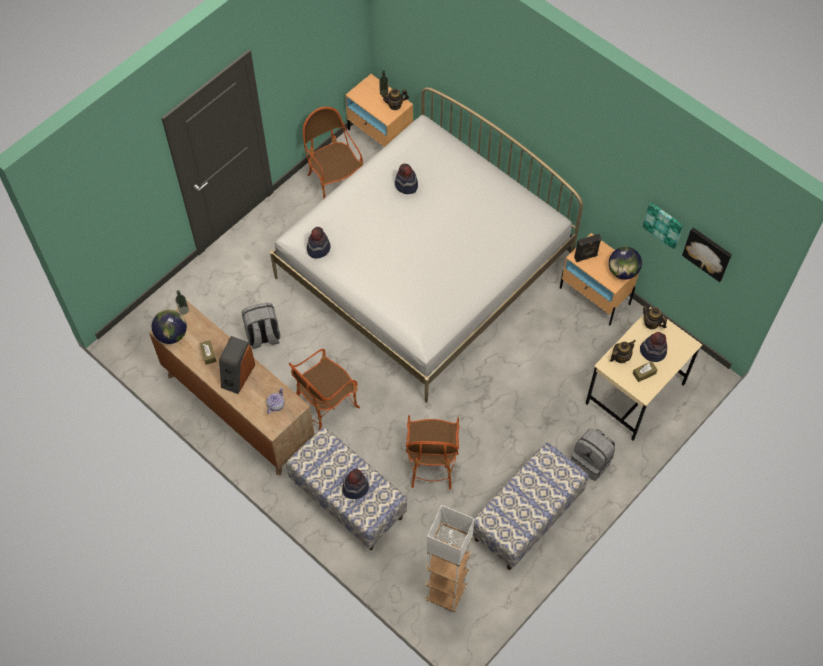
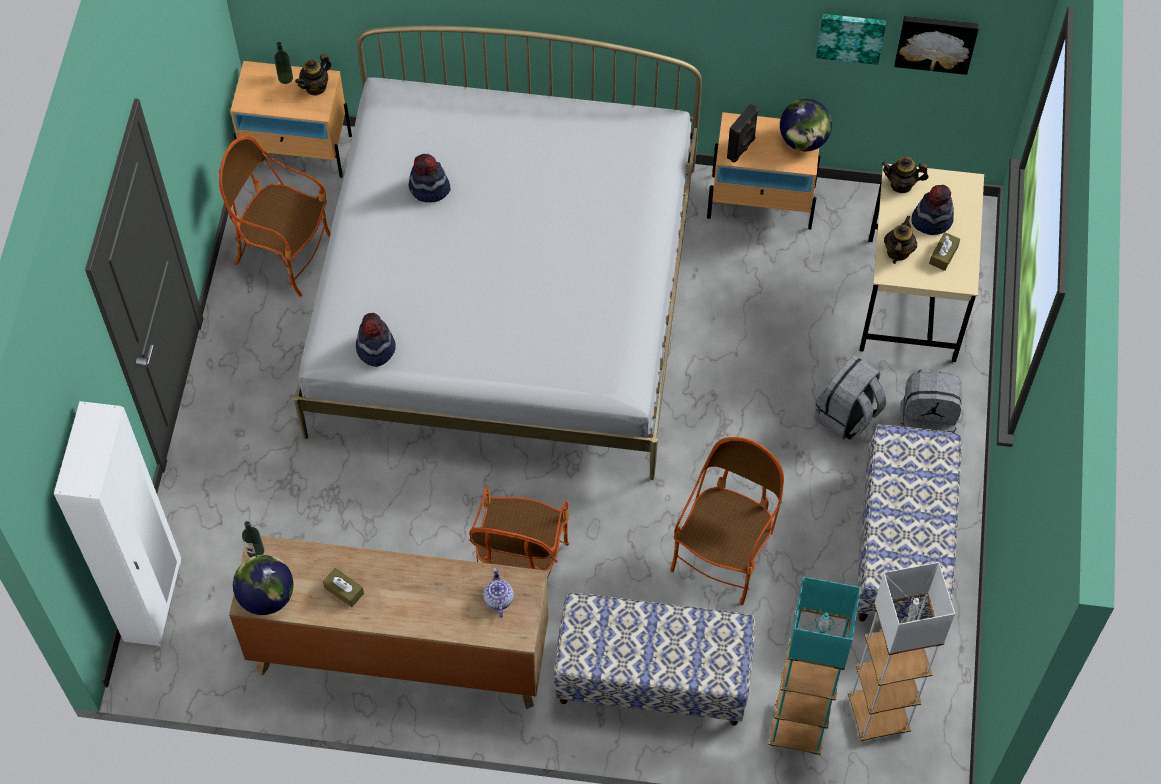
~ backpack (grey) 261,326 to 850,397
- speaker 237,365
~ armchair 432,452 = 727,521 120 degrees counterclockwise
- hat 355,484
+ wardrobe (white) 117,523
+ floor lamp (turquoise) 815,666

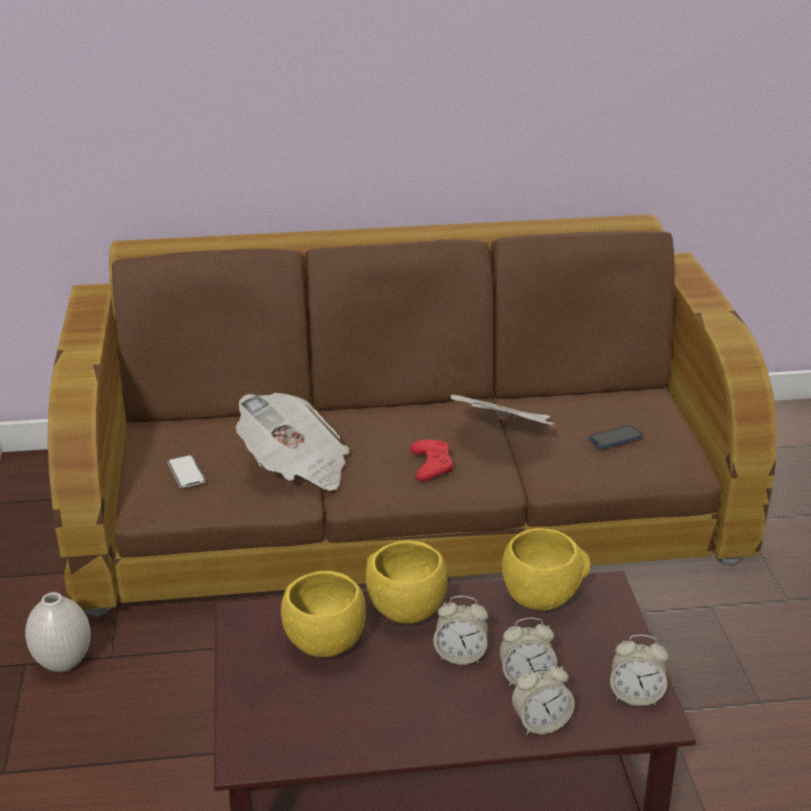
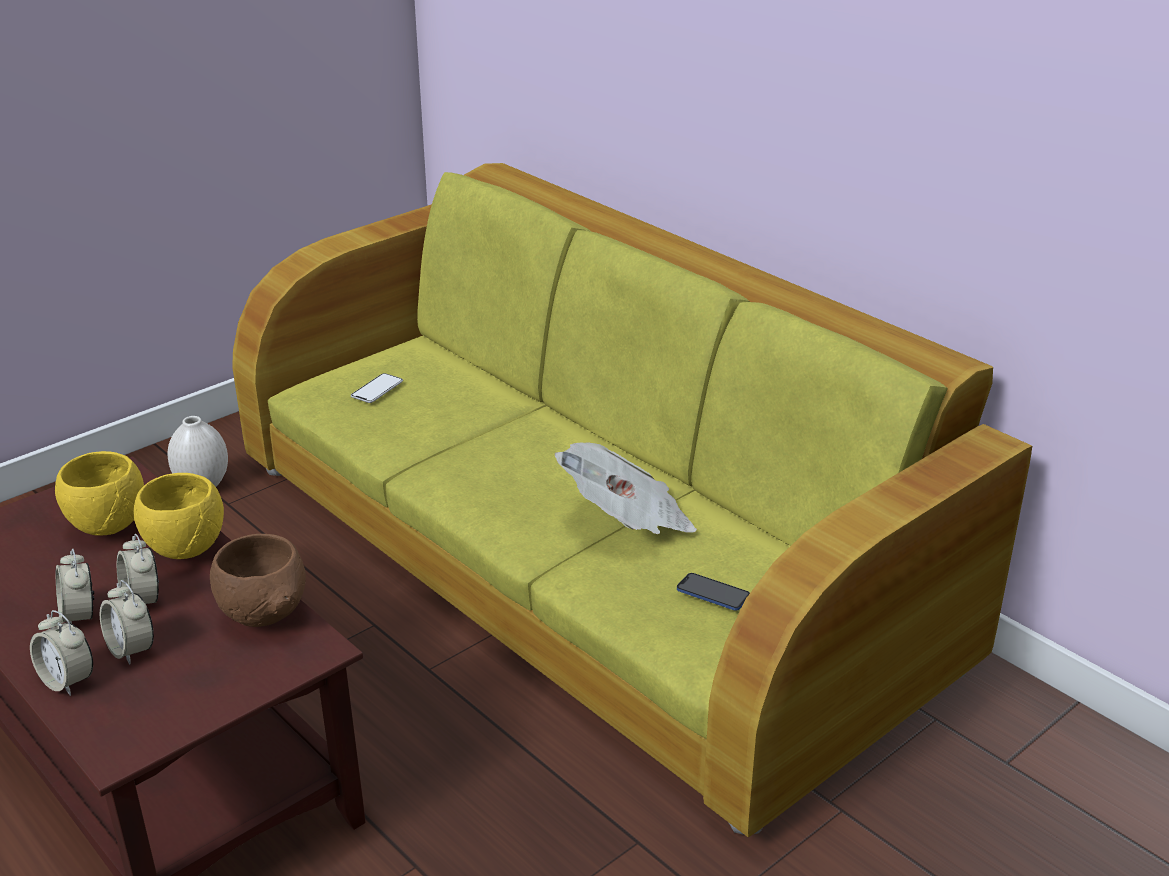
~ sofa (brown) 412,415 to sofa (green) 632,500
- newspaper 292,442
- game controller (red) 431,461
~ bowl (yellow) 546,569 to bowl (brown) 258,580
~ alarm clock 639,670 to 75,586

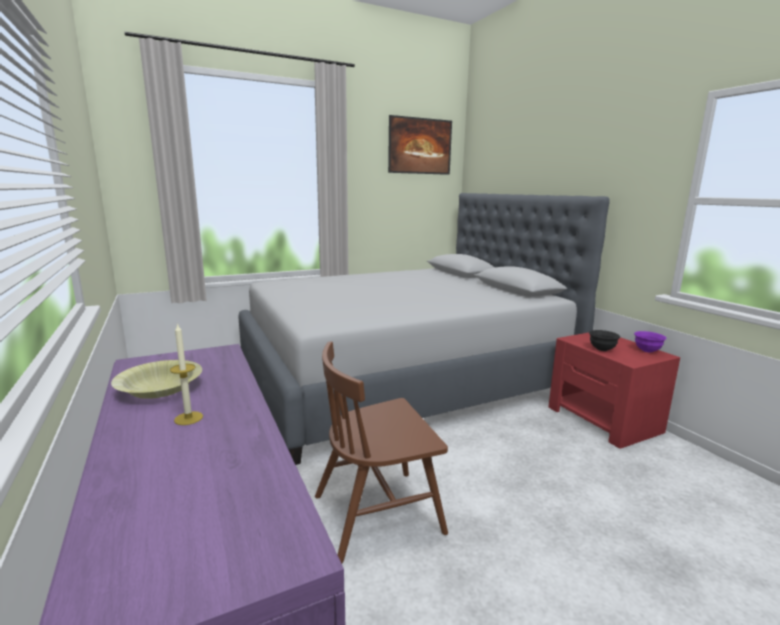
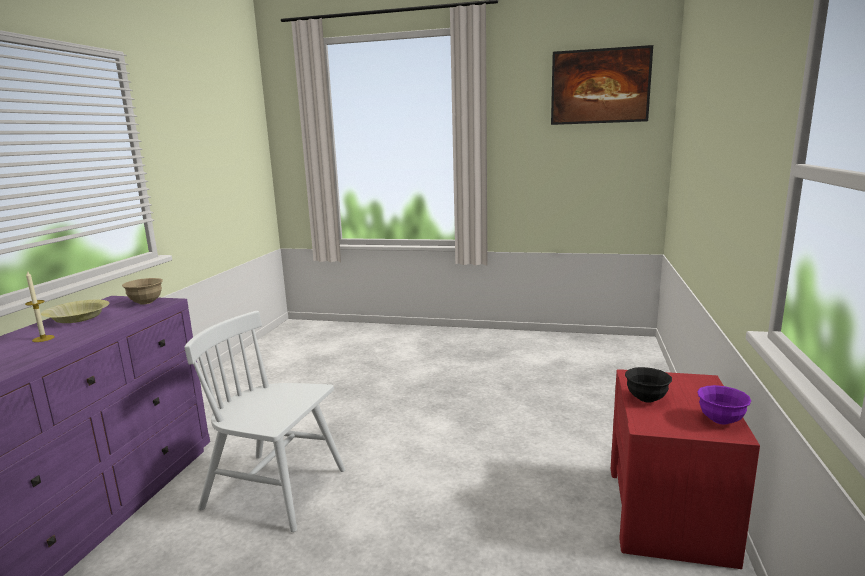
- bed (grey) 424,329
~ chair (brown) 381,452 to chair (white) 264,421
+ bowl (beige) 142,291

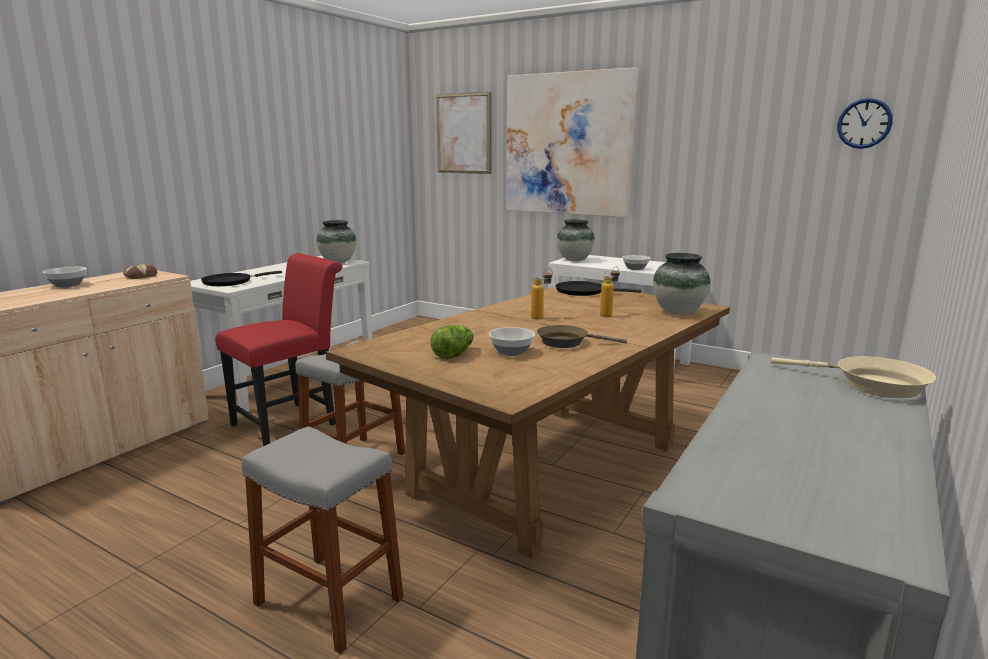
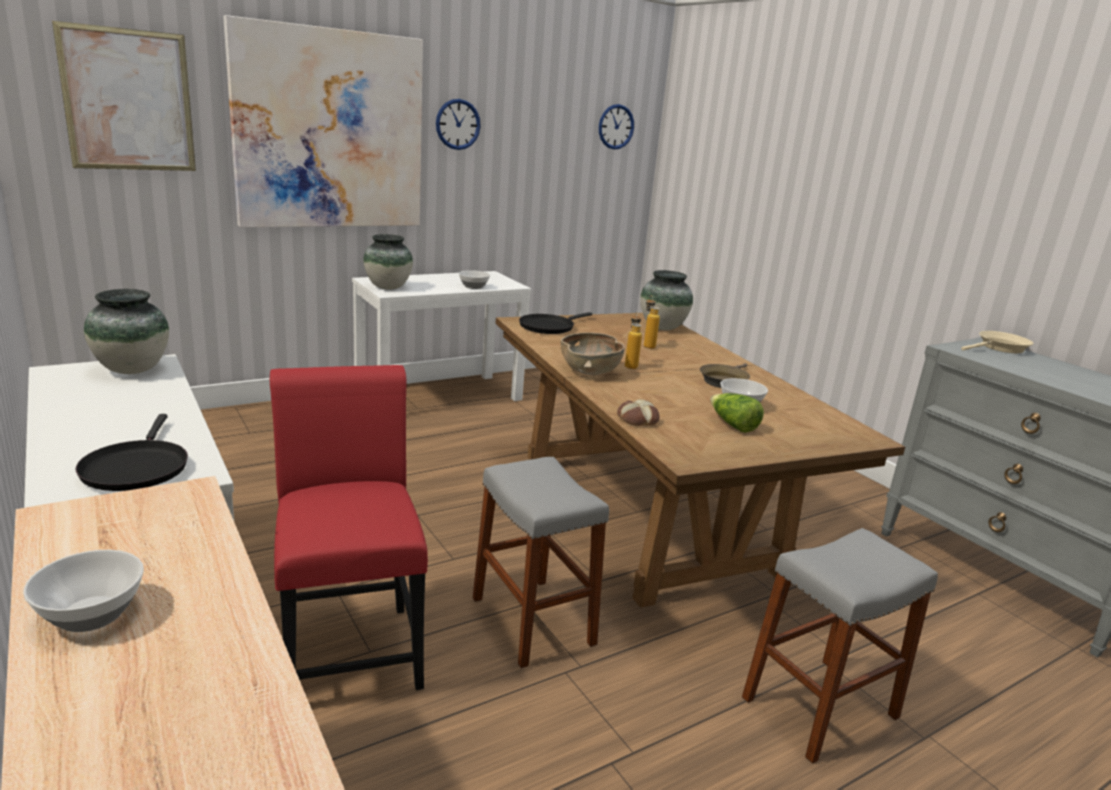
~ bread 140,271 to 638,412
+ wall clock 458,124
+ bowl (brown) 593,353

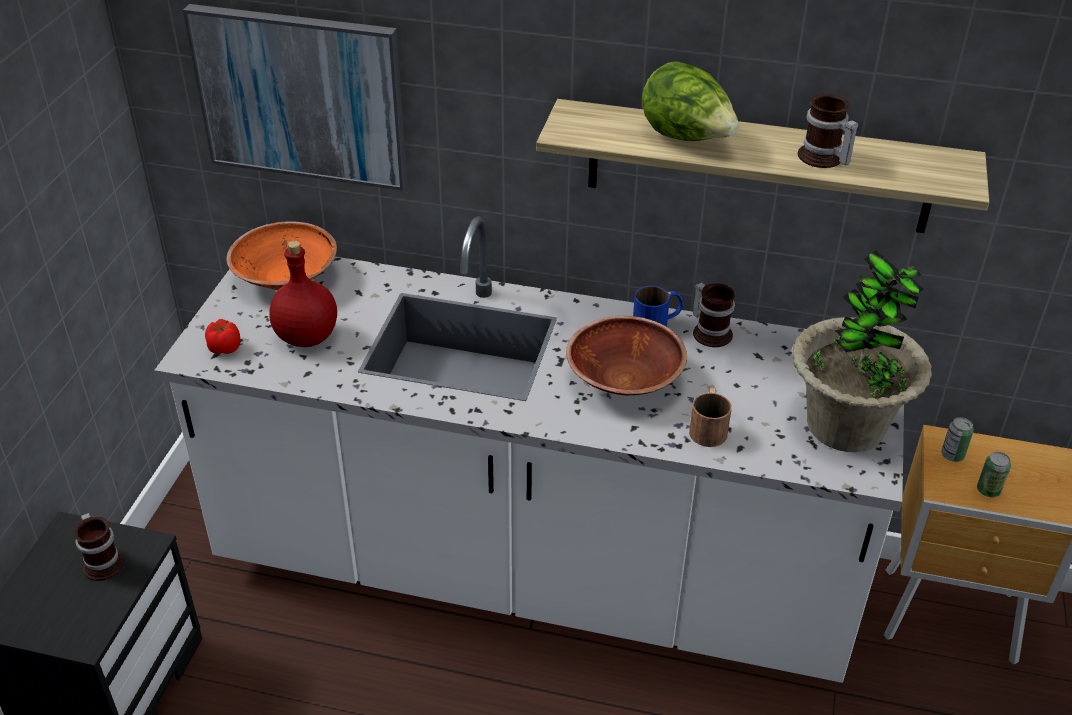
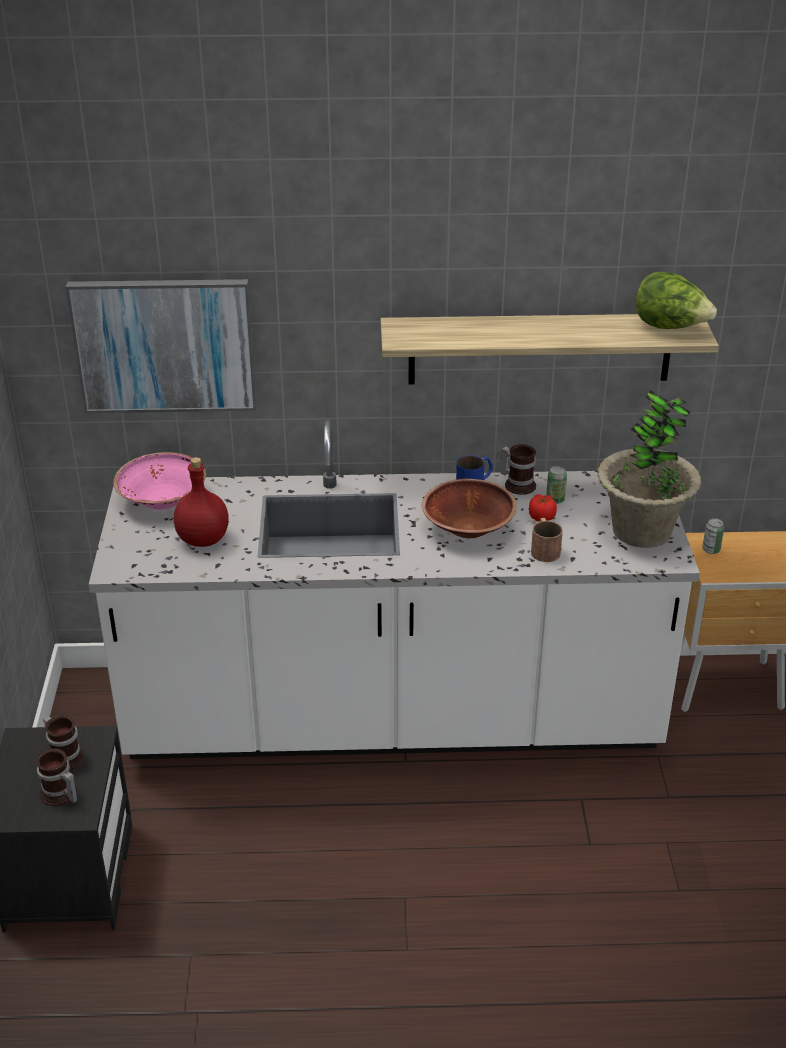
~ lettuce 690,101 to 676,300
~ mug 828,130 to 56,777
~ bowl (orange) 281,255 to bowl (pink) 159,481
~ tomato 222,336 to 543,508
~ can 994,474 to 556,485

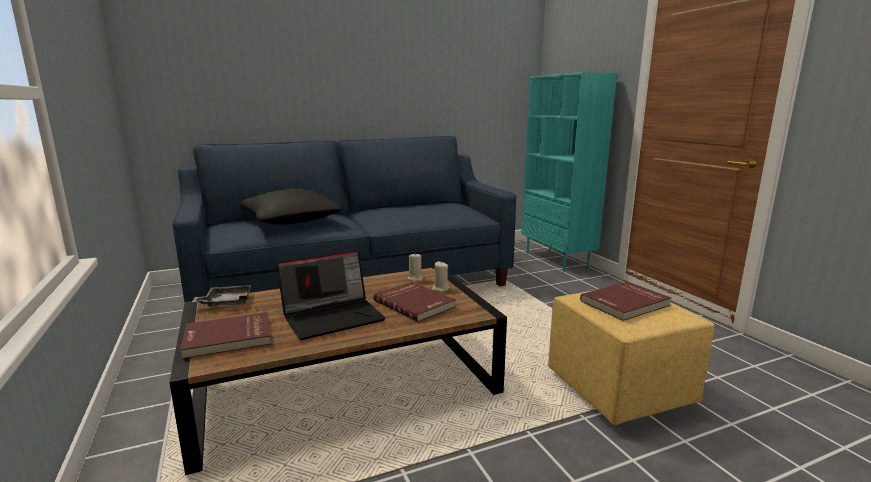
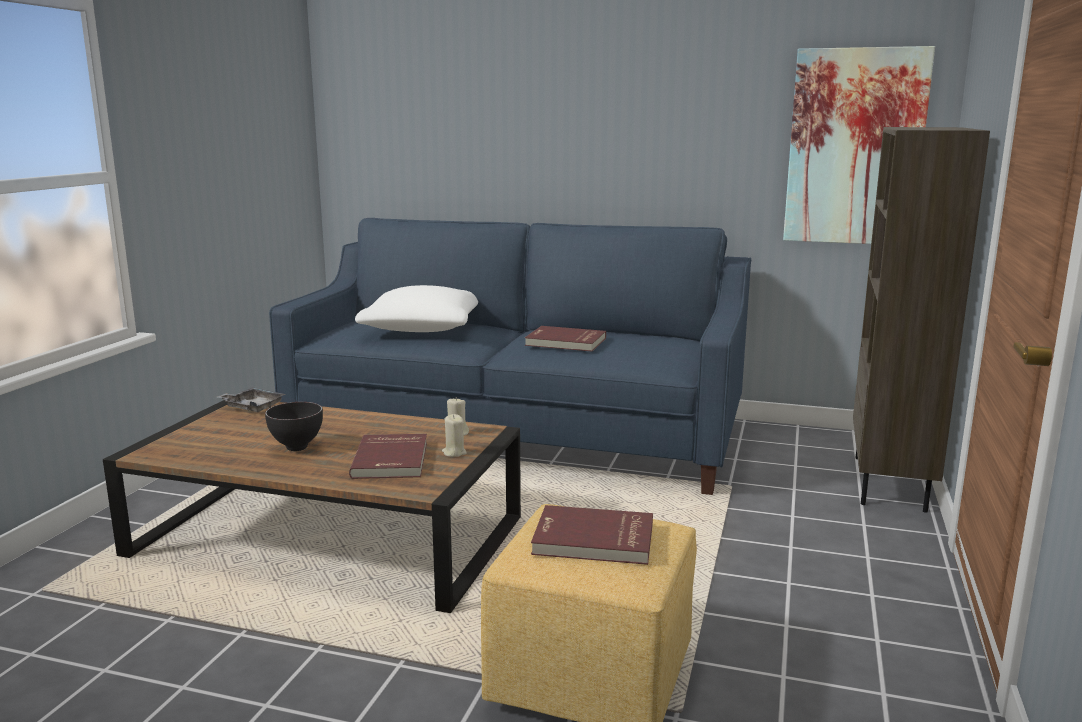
~ bookcase (turquoise) 569,172 to bookcase (brown) 921,320
~ pillow (black) 291,207 to pillow (white) 416,308
~ laptop 331,295 to bowl (black) 294,426
~ book (red) 225,335 to 565,339
+ picture 859,145

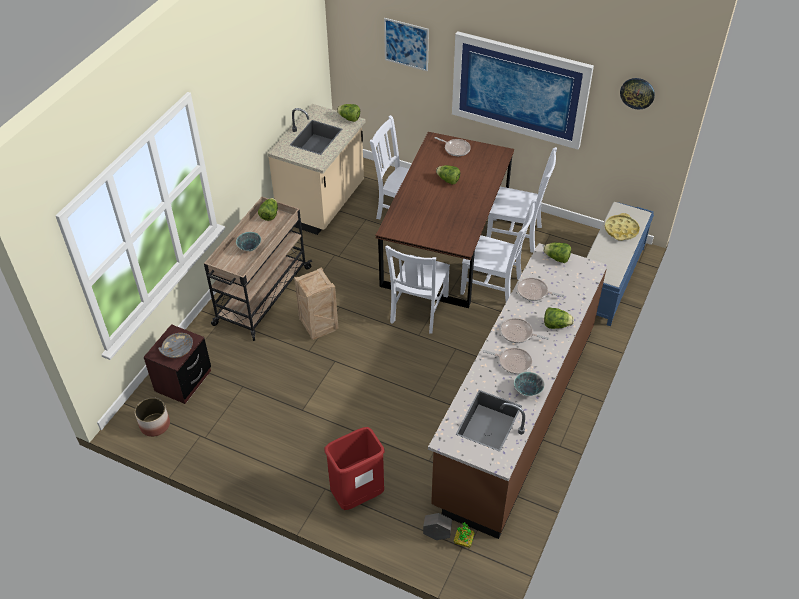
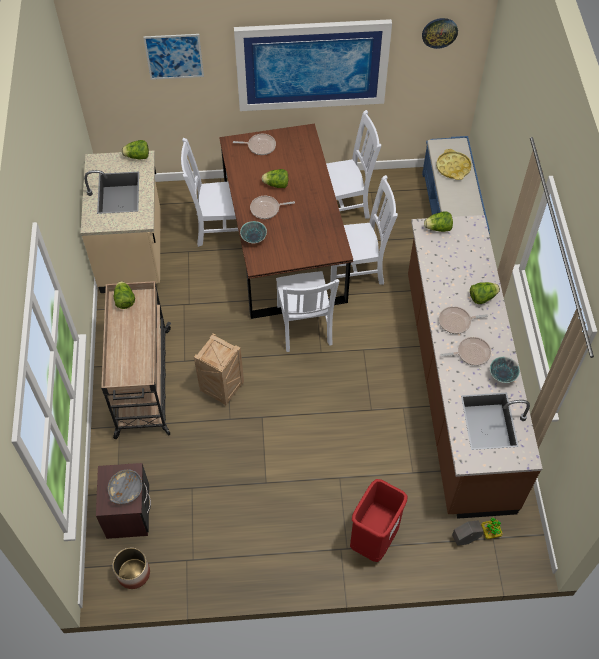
~ bowl 248,241 to 253,232
~ frying pan 540,289 to 272,207

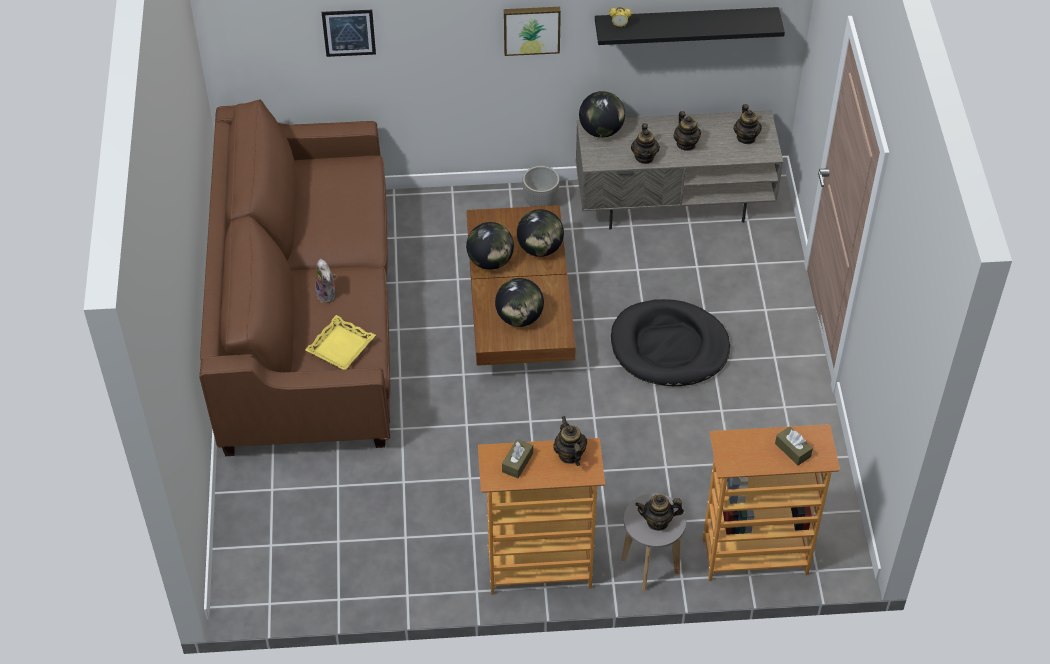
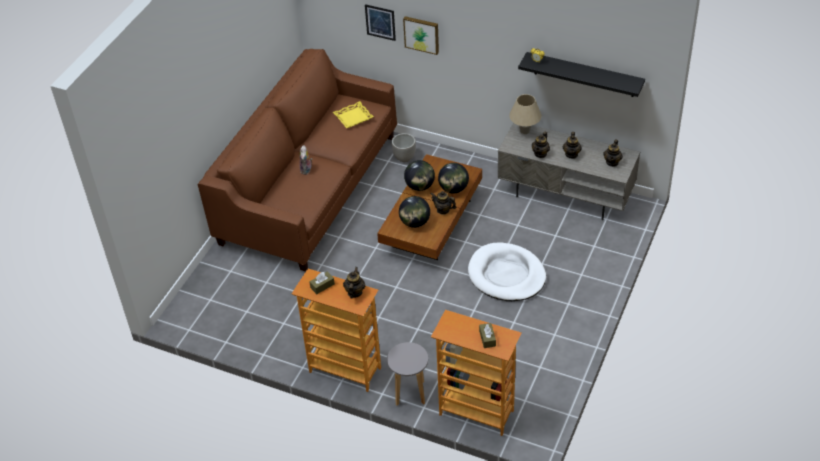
~ picture 532,31 to 421,35
~ globe 602,114 to table lamp (beige) 525,114
~ planter 541,186 to 404,147
~ dog bed (black) 670,342 to dog bed (white) 507,272
~ tray (yellow) 340,342 to 353,114
~ teapot 659,512 to 443,203

